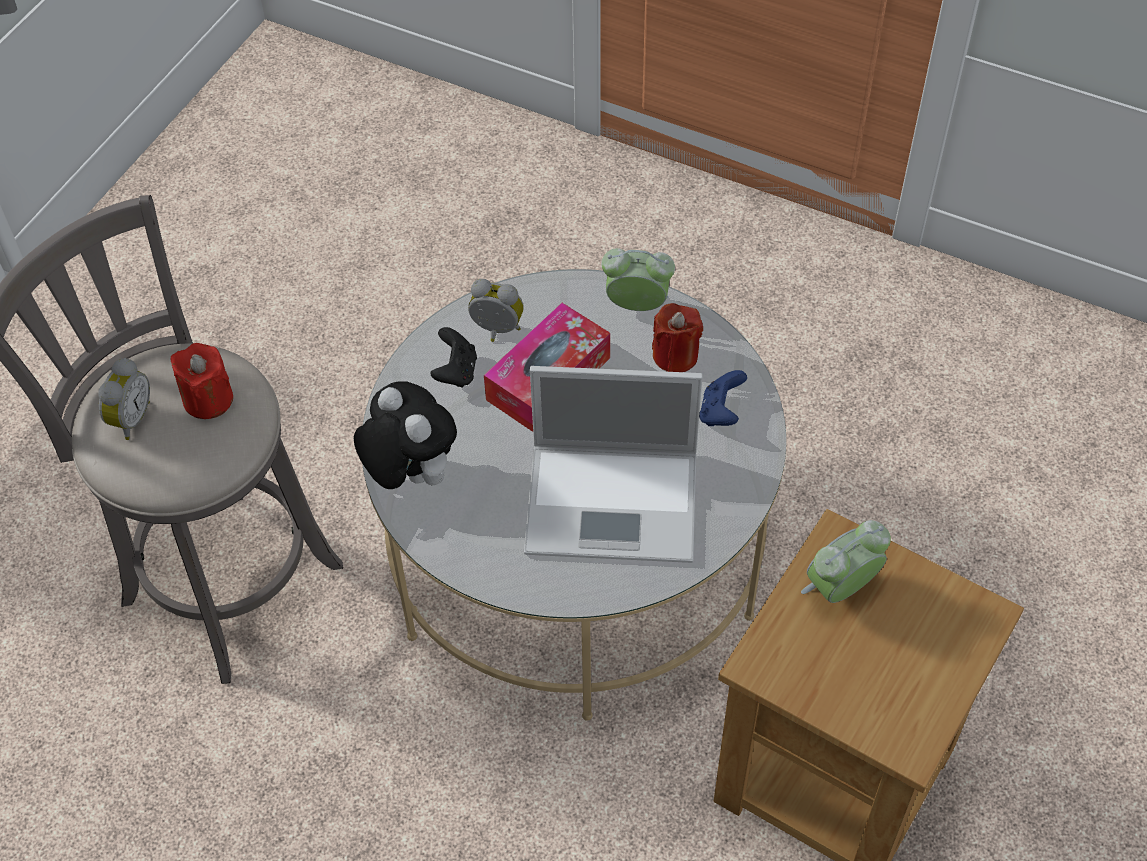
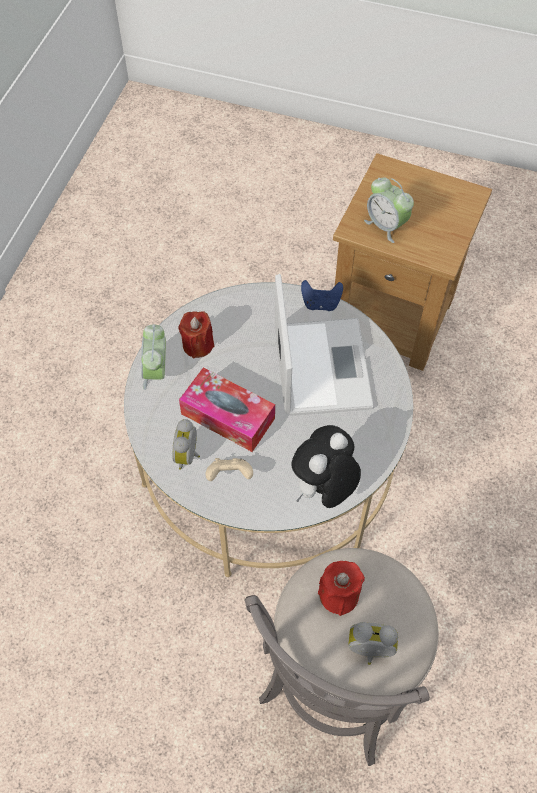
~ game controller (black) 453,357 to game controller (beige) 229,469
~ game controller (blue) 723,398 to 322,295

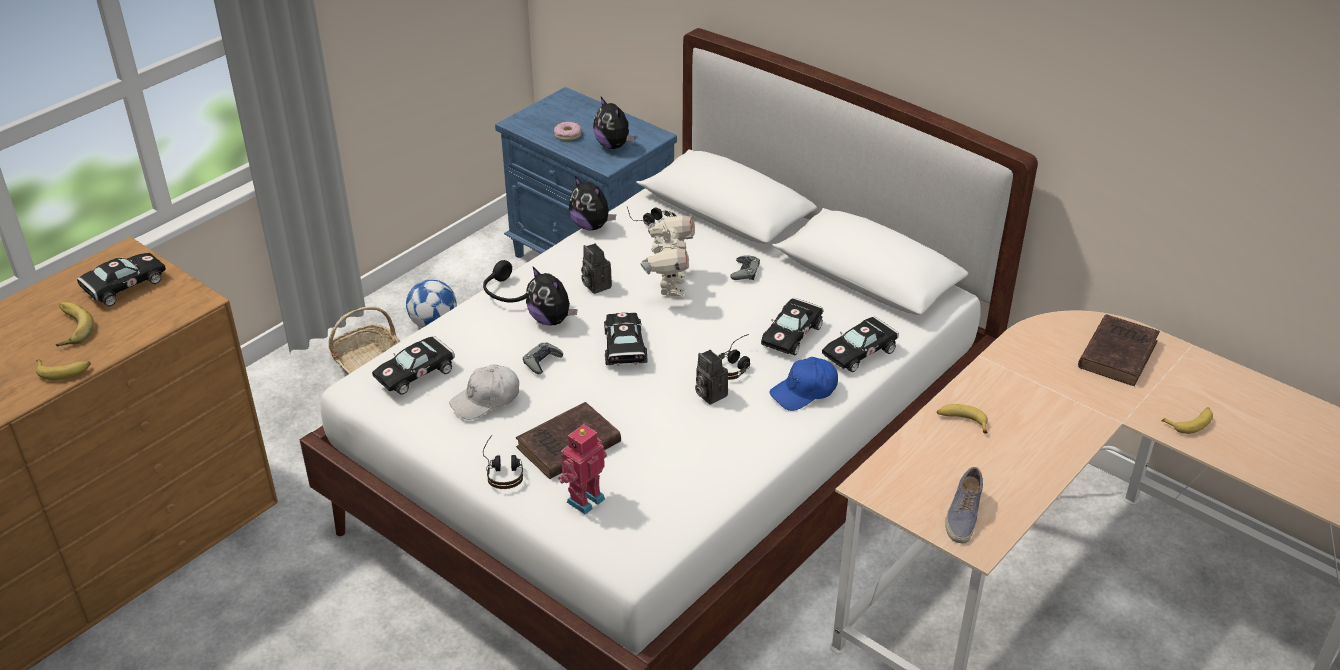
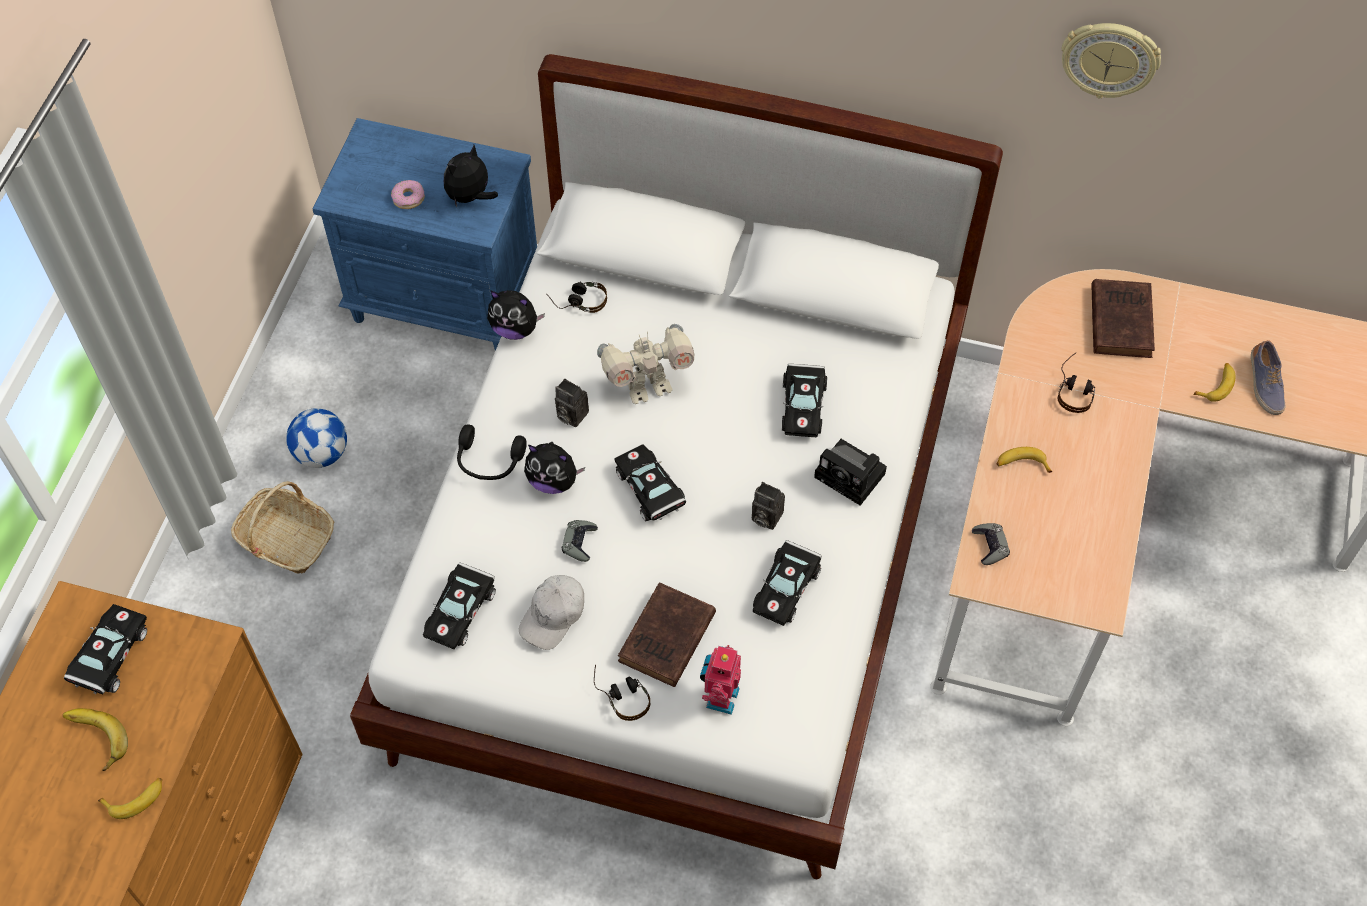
~ plush toy 614,123 = 471,176 105 degrees clockwise
~ toy robot 667,256 = 645,364 90 degrees clockwise
~ game controller (grey) 745,267 to 991,544
~ toy car (black) 860,344 to 787,583
~ headphones 734,357 to 1076,383
~ cap (blue) 803,384 to photo camera 850,472
~ shoe 964,505 to 1268,377
+ wall clock 1111,60

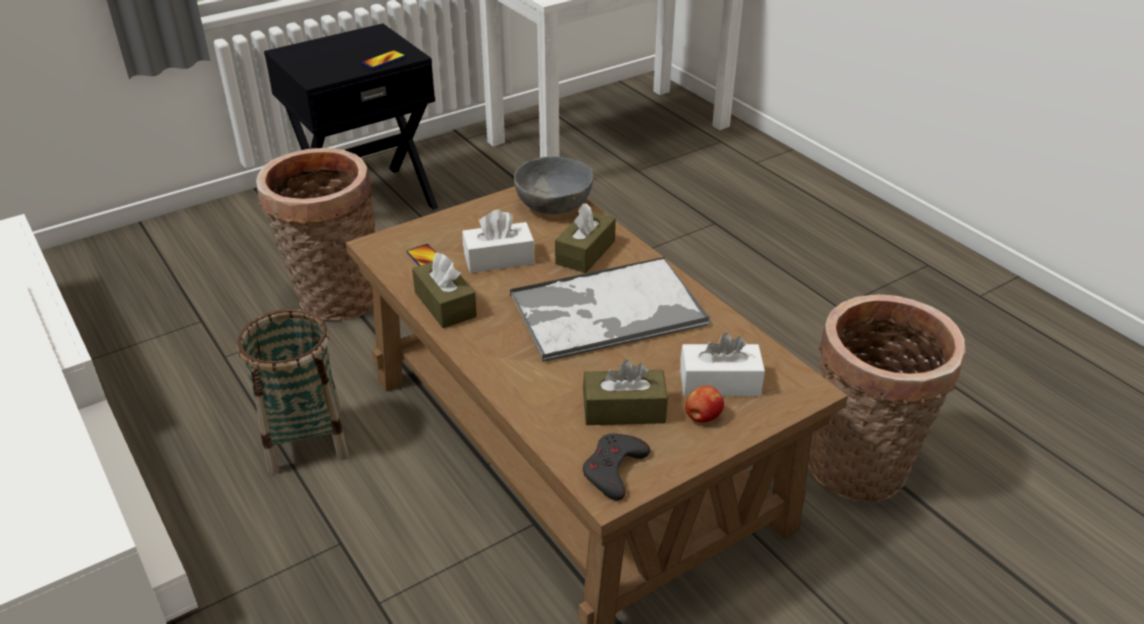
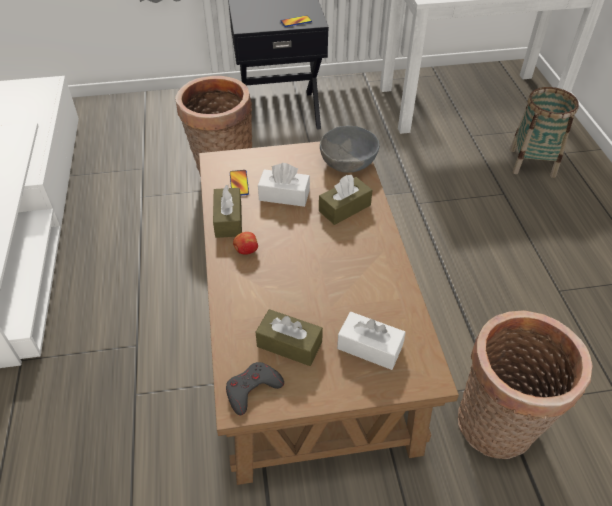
- tray 610,309
~ basket 293,391 to 544,132
~ apple 704,404 to 245,243

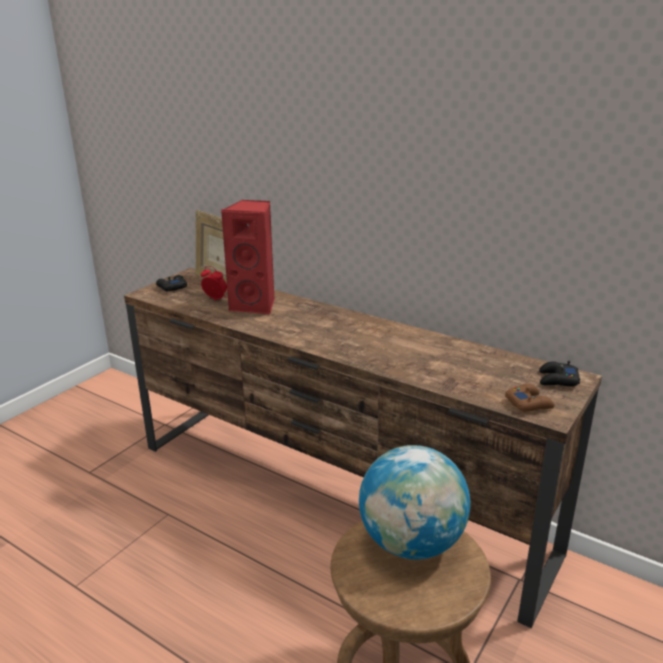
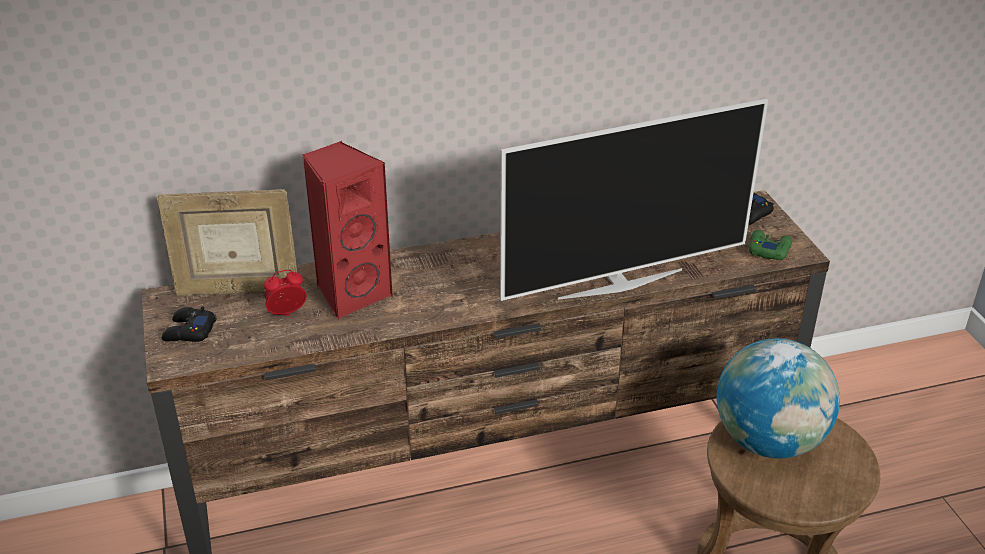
~ game controller (brown) 529,398 to game controller (green) 770,245
+ television 634,200

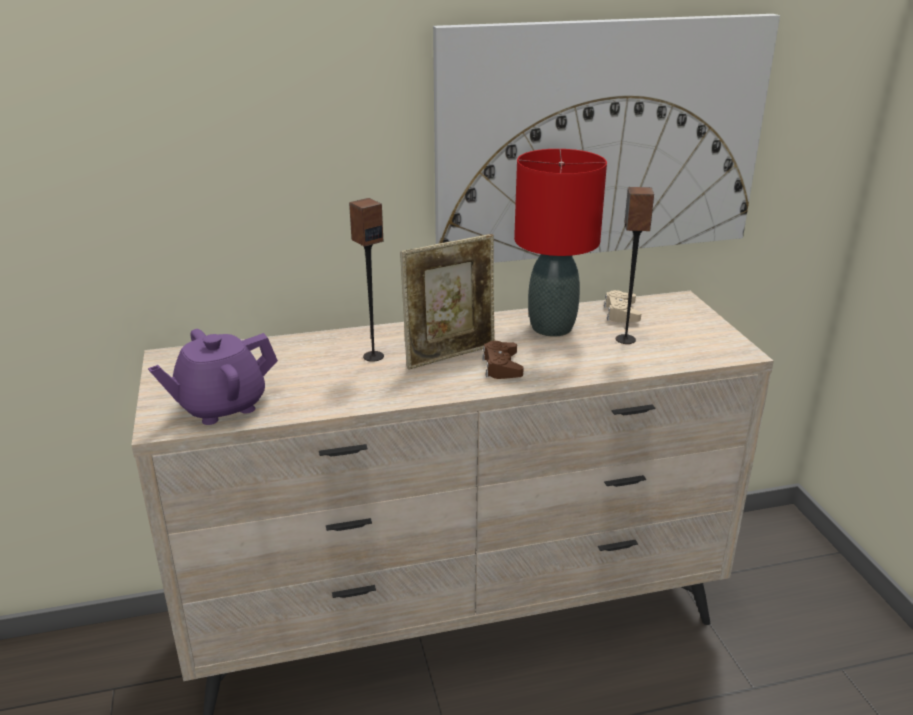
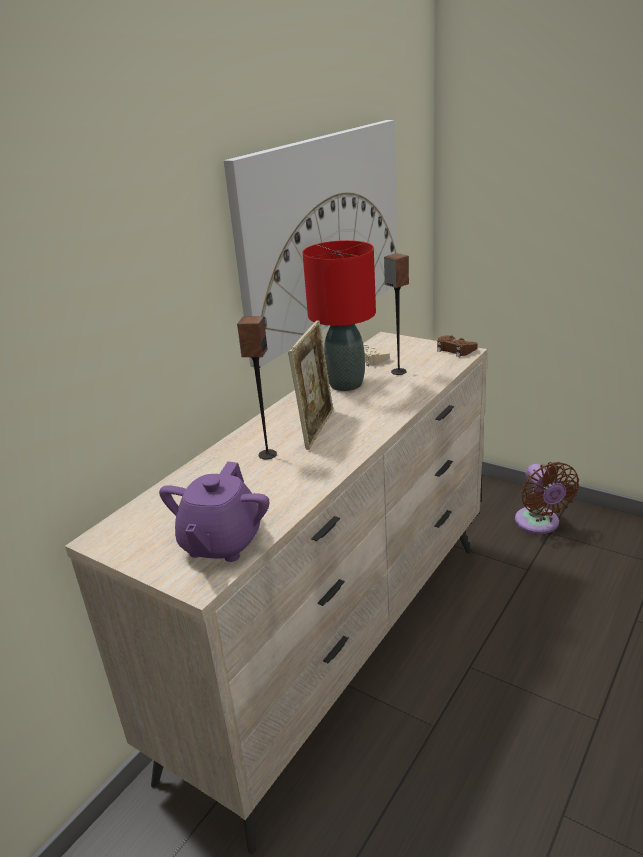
~ game controller (brown) 503,360 to 457,346
+ fan (brown) 547,498

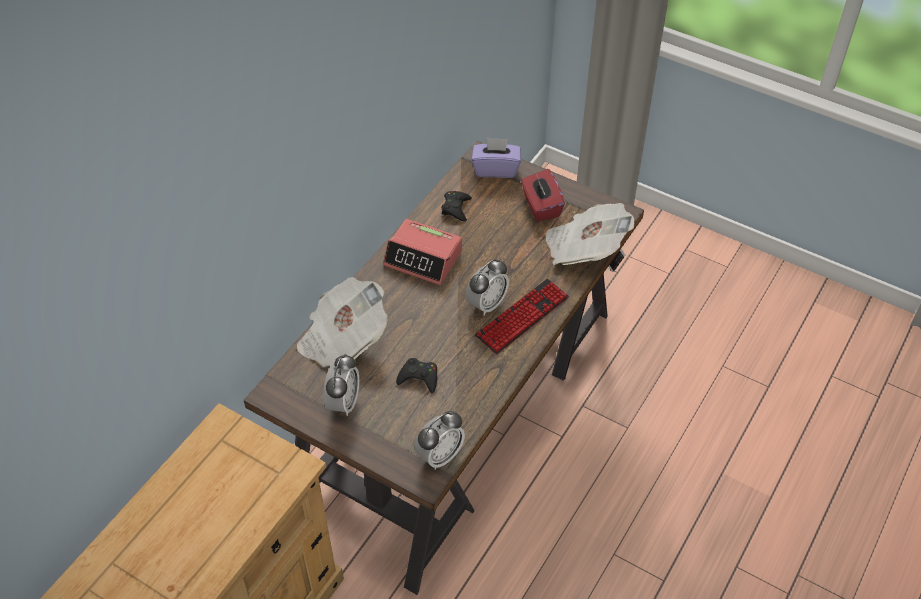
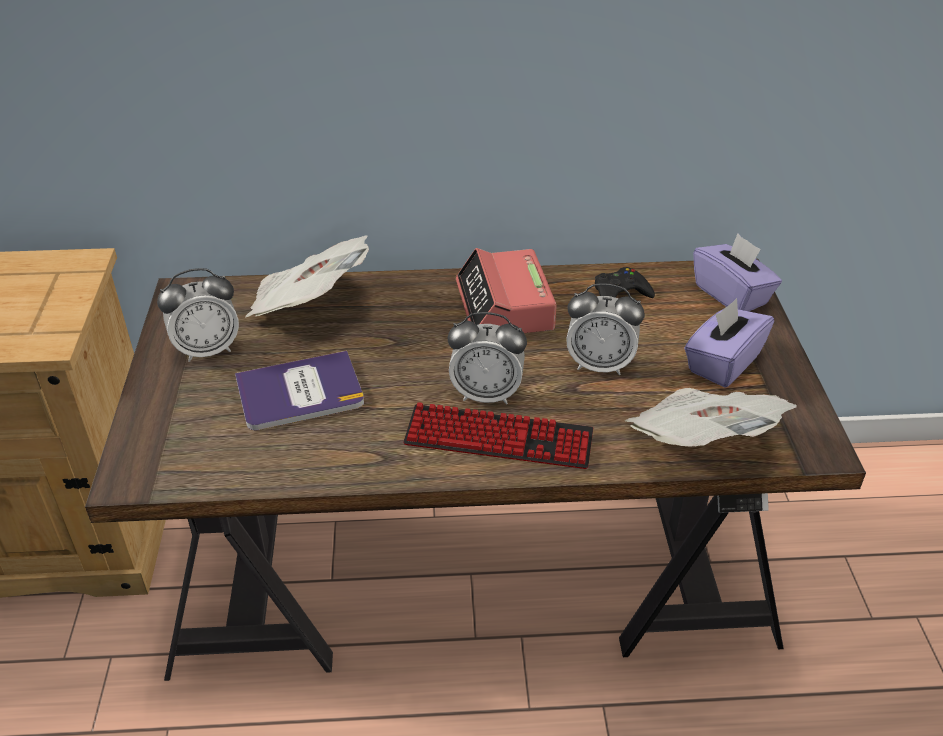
~ tissue box (red) 543,195 to tissue box (purple) 729,343
~ game controller (black) 416,375 to book 299,390
~ alarm clock 439,440 to 605,329

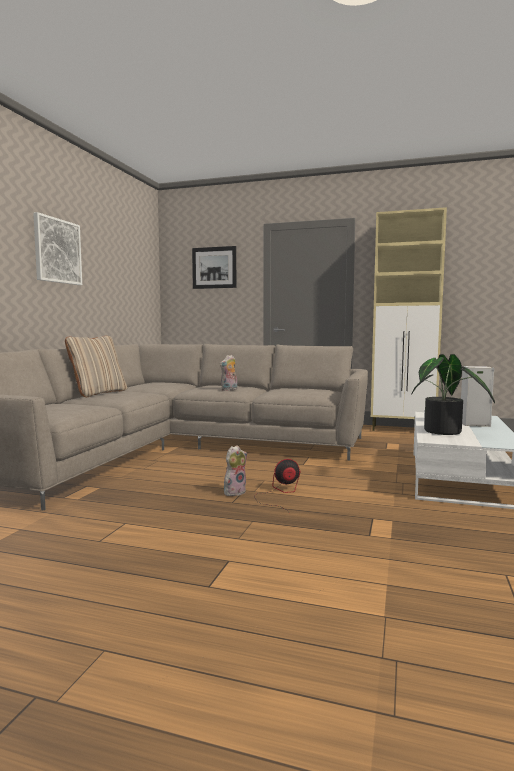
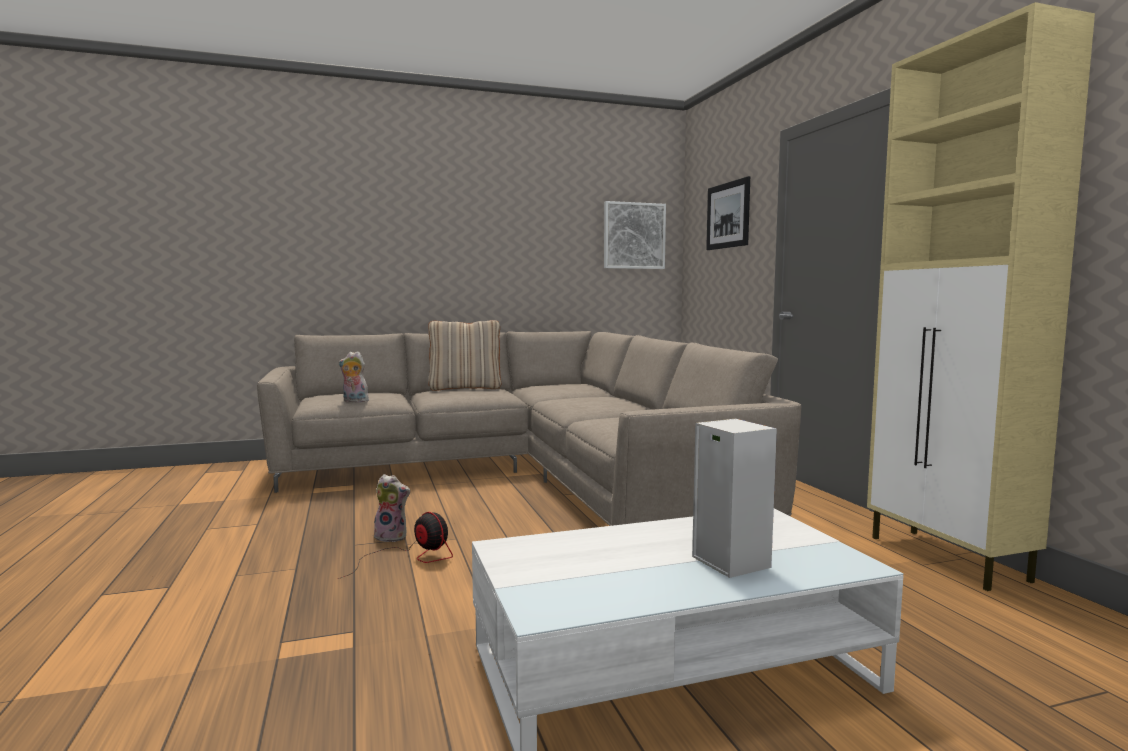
~ picture 57,248 to 635,235
- potted plant 453,394
~ plush toy 229,373 to 354,376

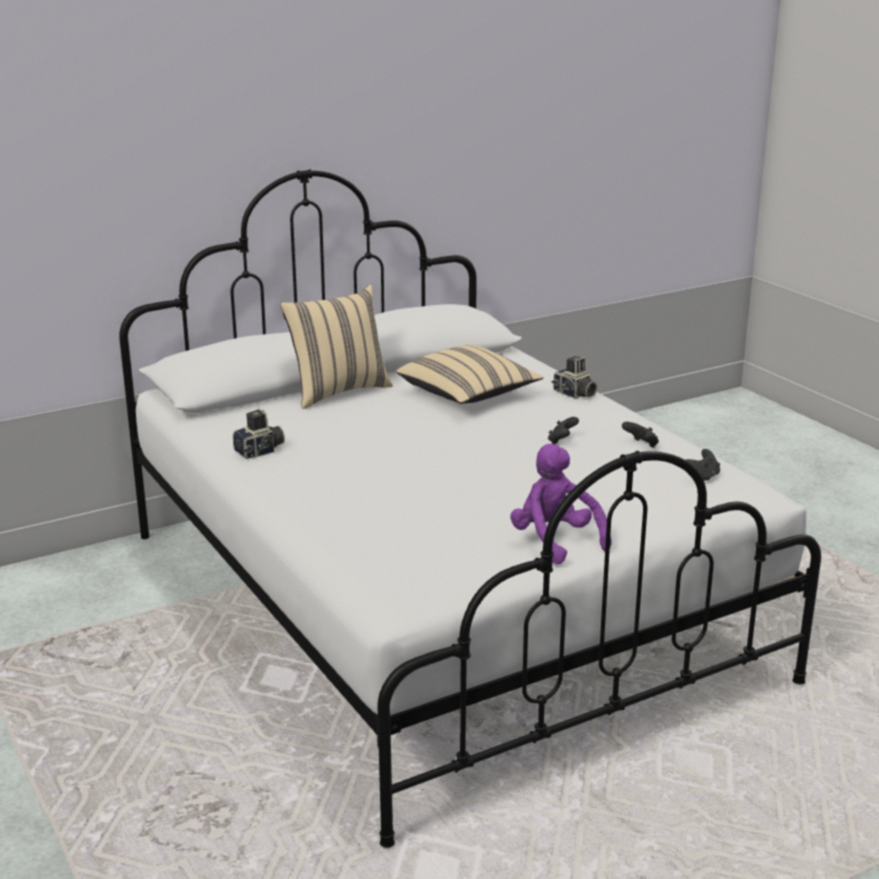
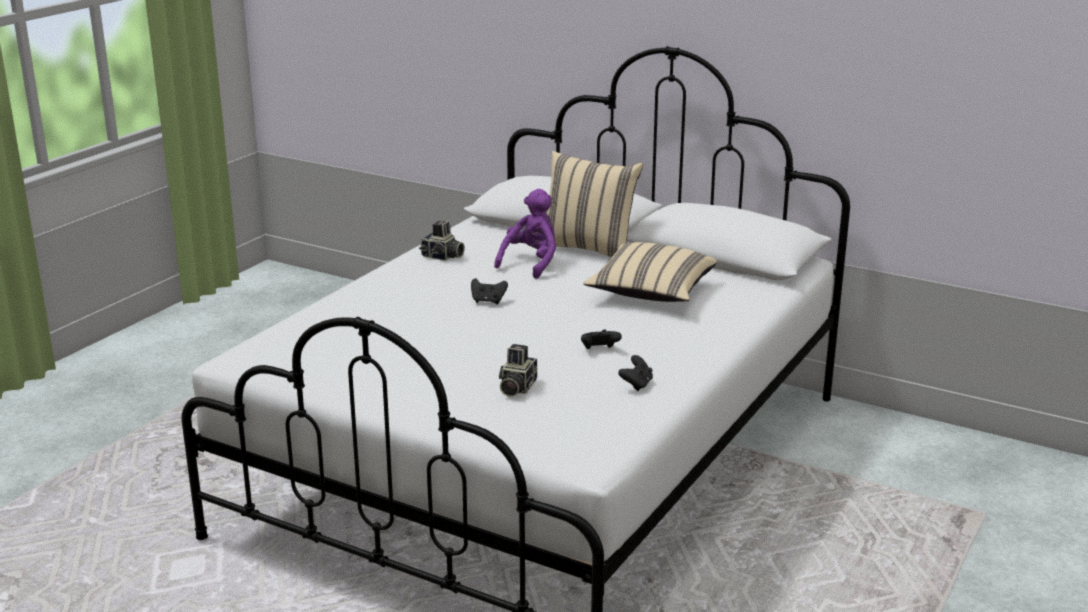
~ photo camera 574,377 to 518,370
~ plush toy (purple) 561,504 to 525,234
~ game controller (black) 703,465 to 489,291

